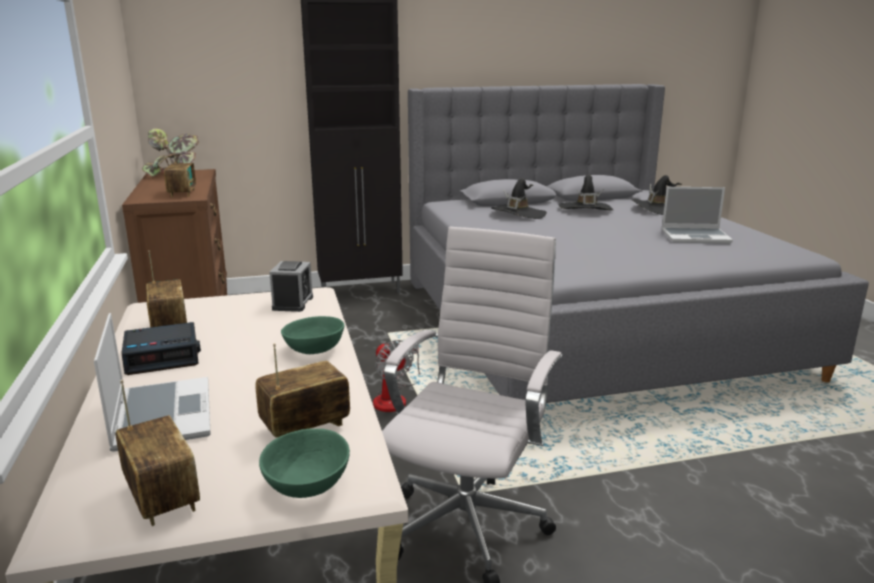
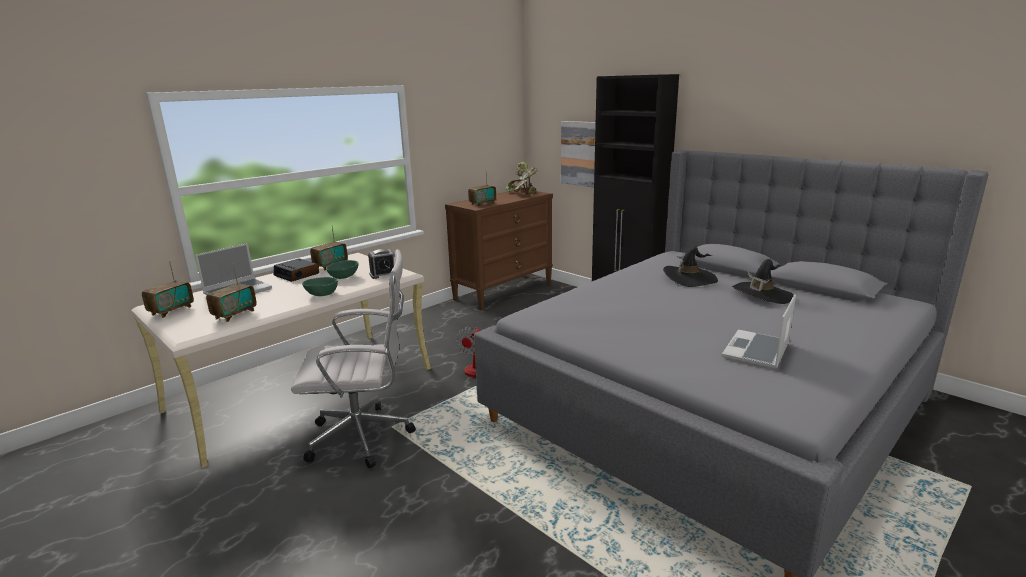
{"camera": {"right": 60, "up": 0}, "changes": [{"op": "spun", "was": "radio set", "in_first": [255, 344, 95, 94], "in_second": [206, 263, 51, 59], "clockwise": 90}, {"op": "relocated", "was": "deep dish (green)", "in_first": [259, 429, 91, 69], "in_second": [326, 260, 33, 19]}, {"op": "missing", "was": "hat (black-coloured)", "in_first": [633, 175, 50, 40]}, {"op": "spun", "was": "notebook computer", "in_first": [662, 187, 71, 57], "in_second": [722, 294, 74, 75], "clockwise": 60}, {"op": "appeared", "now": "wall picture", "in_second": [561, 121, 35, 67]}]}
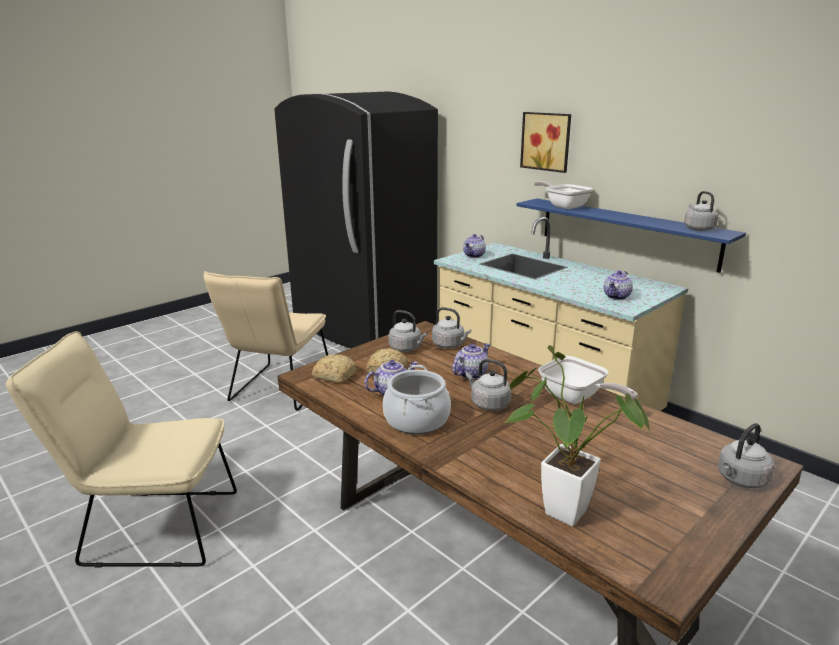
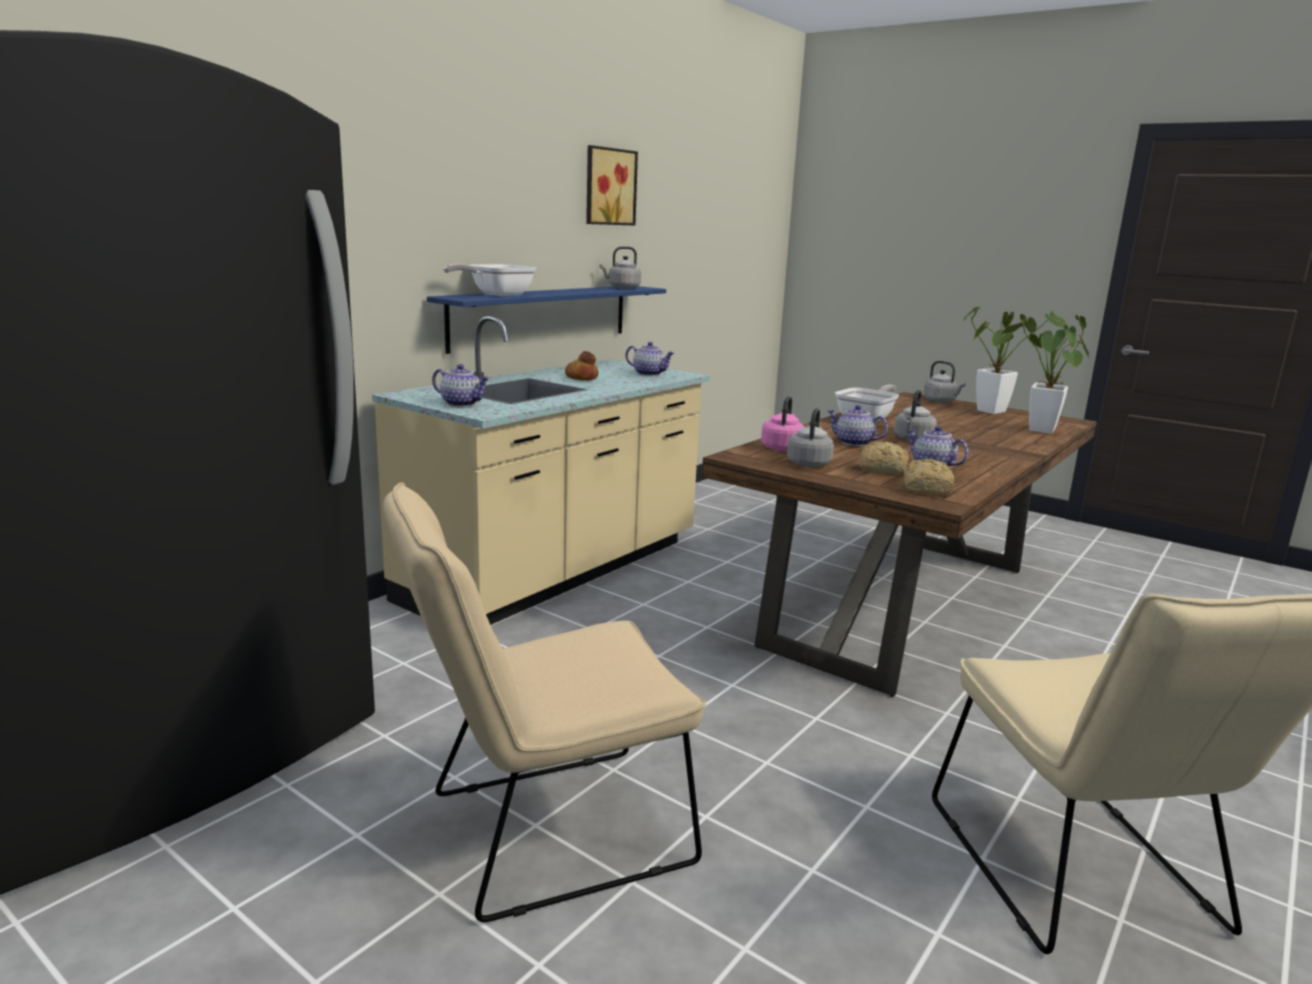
{"camera": {"right": -100, "up": -5}, "changes": [{"op": "spun", "was": "upright chair (sand-coloured)", "in_first": [203, 271, 125, 140], "in_second": [383, 482, 323, 440], "clockwise": 150}, {"op": "missing", "was": "cooking pot", "in_first": [383, 365, 68, 69]}, {"op": "colour", "was": "water kettle (gray)", "now": "water kettle (pink-coloured)", "in_first": [432, 307, 39, 41], "in_second": [761, 396, 43, 55]}, {"op": "relocated", "was": "wall picture", "in_first": [520, 112, 51, 61], "in_second": [586, 145, 52, 81]}, {"op": "appeared", "now": "bakery bread", "in_second": [565, 351, 33, 29]}, {"op": "appeared", "now": "plant in a pot", "in_second": [963, 307, 105, 107]}]}
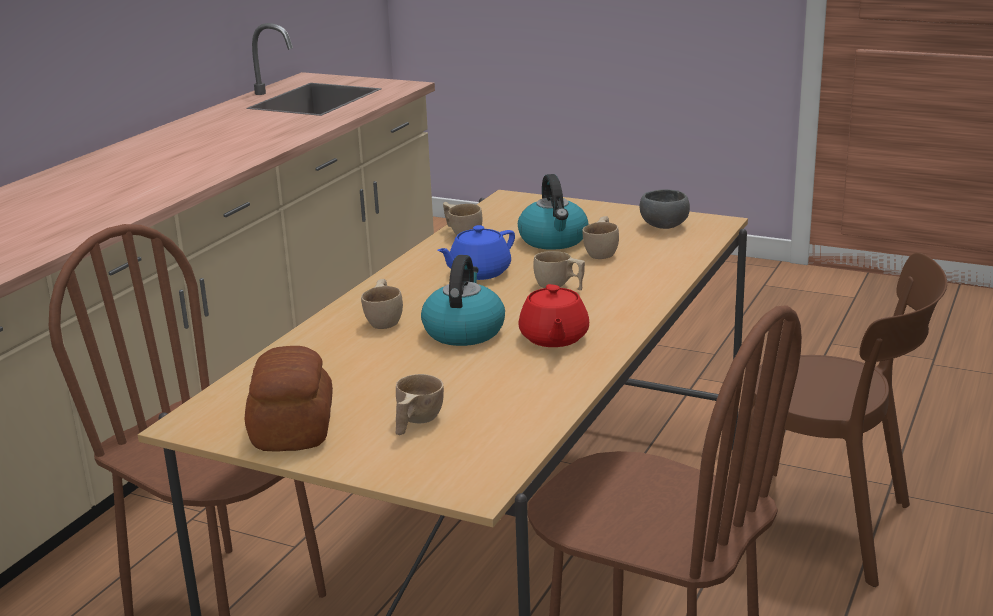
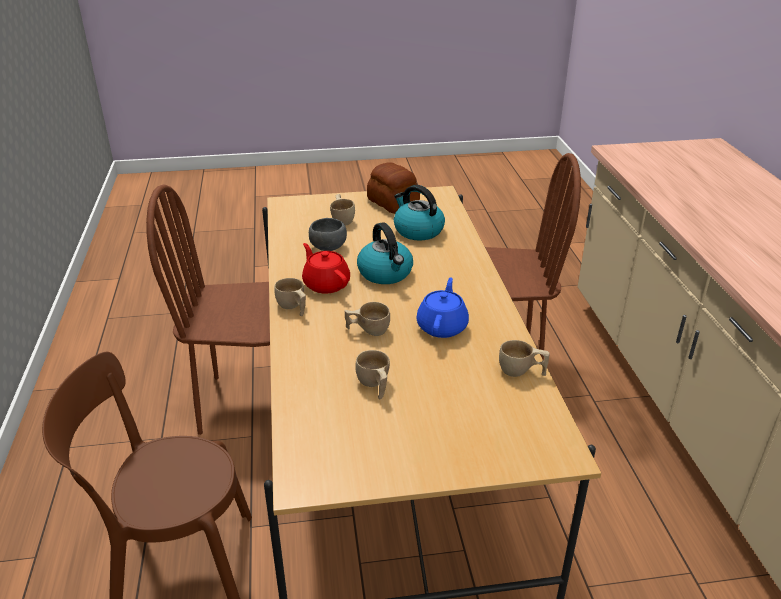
{"camera": {"right": 145, "up": 10}, "changes": [{"op": "relocated", "was": "small cup (sand-coloured)", "in_first": [361, 279, 42, 50], "in_second": [274, 278, 32, 38]}, {"op": "relocated", "was": "water kettle", "in_first": [518, 174, 71, 76], "in_second": [394, 185, 51, 56]}, {"op": "relocated", "was": "deep dish (gray)", "in_first": [640, 189, 50, 40], "in_second": [309, 218, 38, 33]}]}
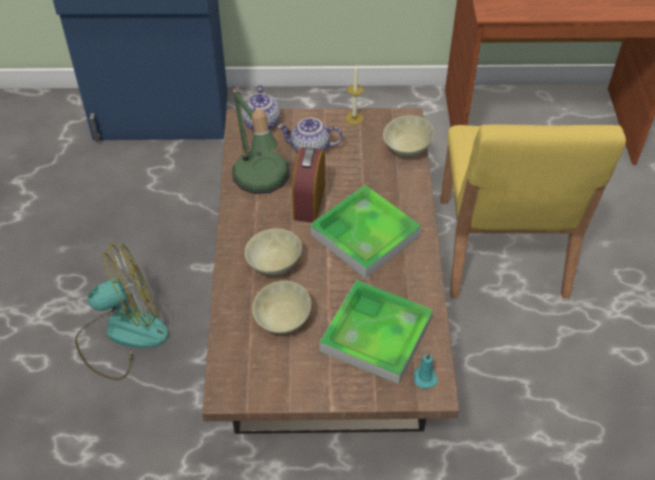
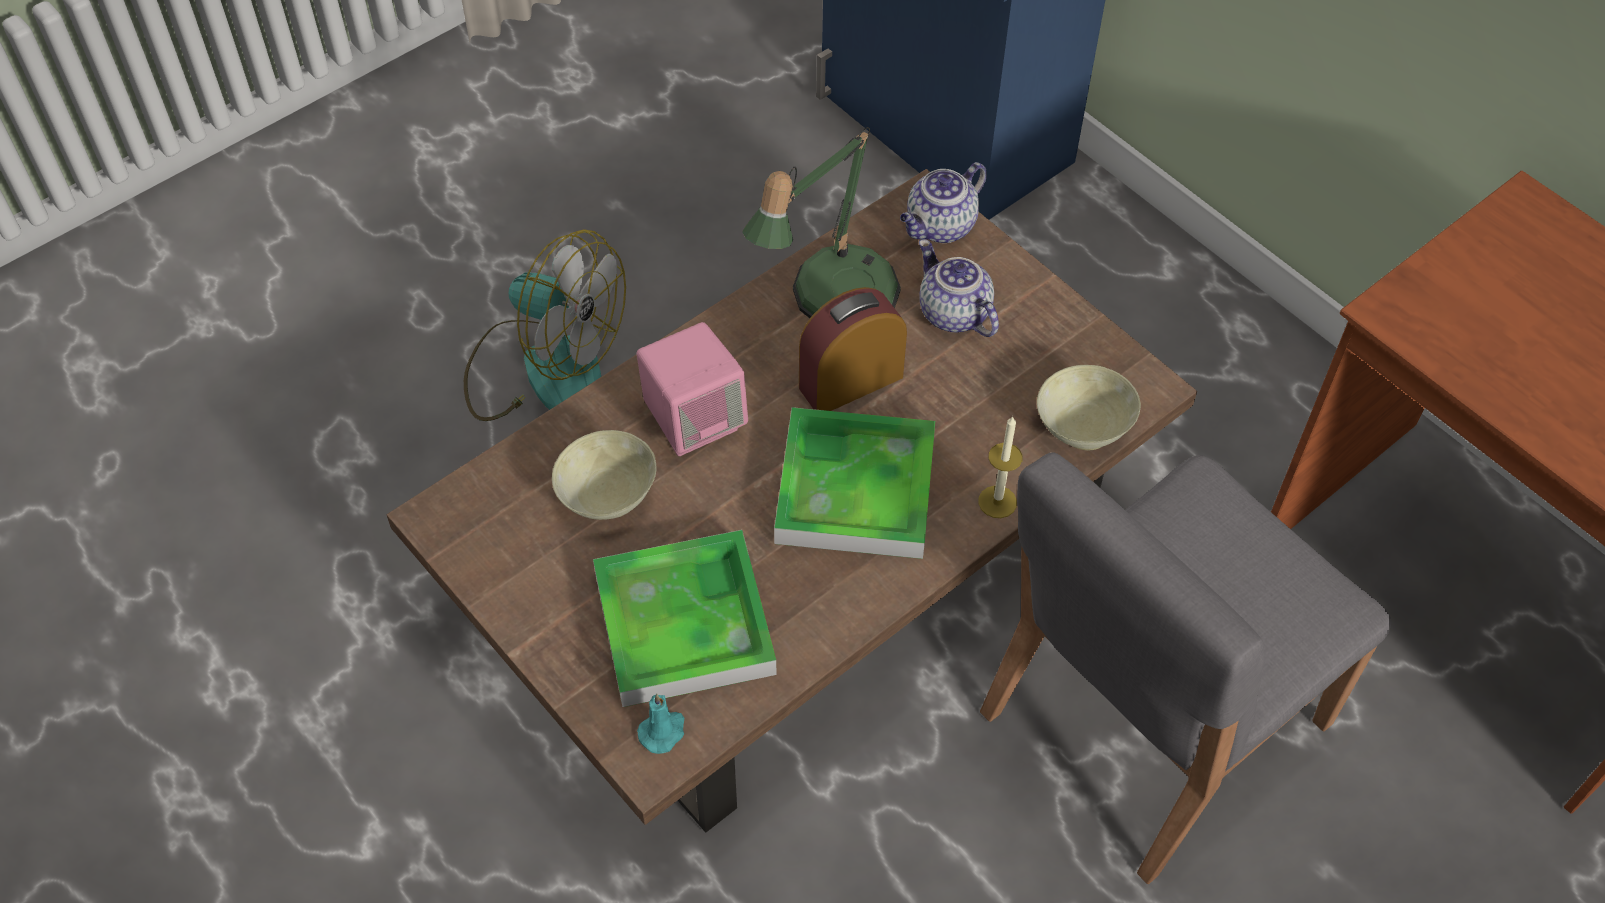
{"camera": {"right": 50, "up": 5}, "changes": [{"op": "exchanged", "was": "deep dish (sand-coloured)", "now": "audio speaker (pink-coloured)", "in_first": [245, 228, 57, 48], "in_second": [637, 322, 111, 134]}, {"op": "relocated", "was": "wax candle", "in_first": [345, 65, 19, 60], "in_second": [978, 416, 45, 102]}, {"op": "colour", "was": "upright chair (yellowish)", "now": "upright chair (gray)", "in_first": [441, 124, 185, 175], "in_second": [980, 452, 411, 432]}]}
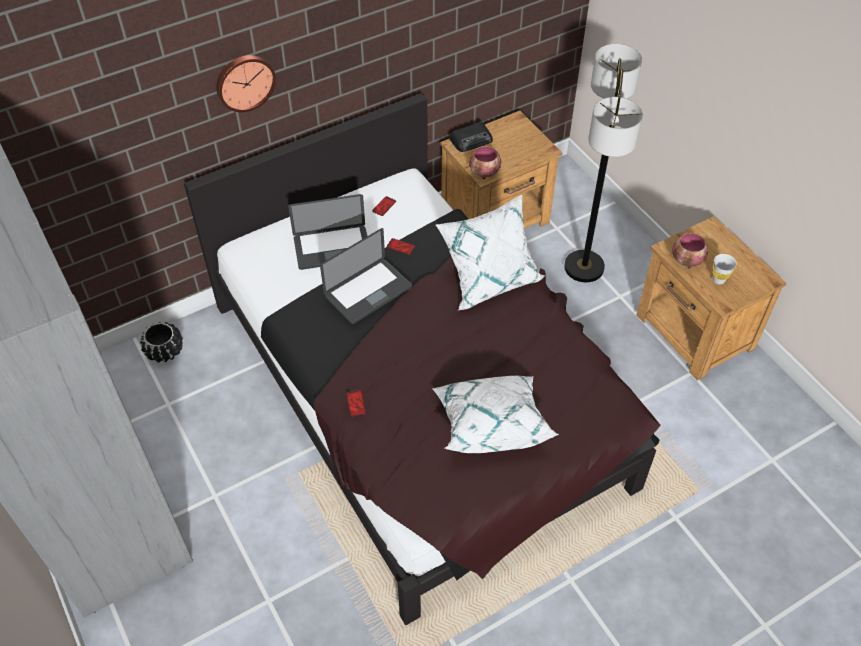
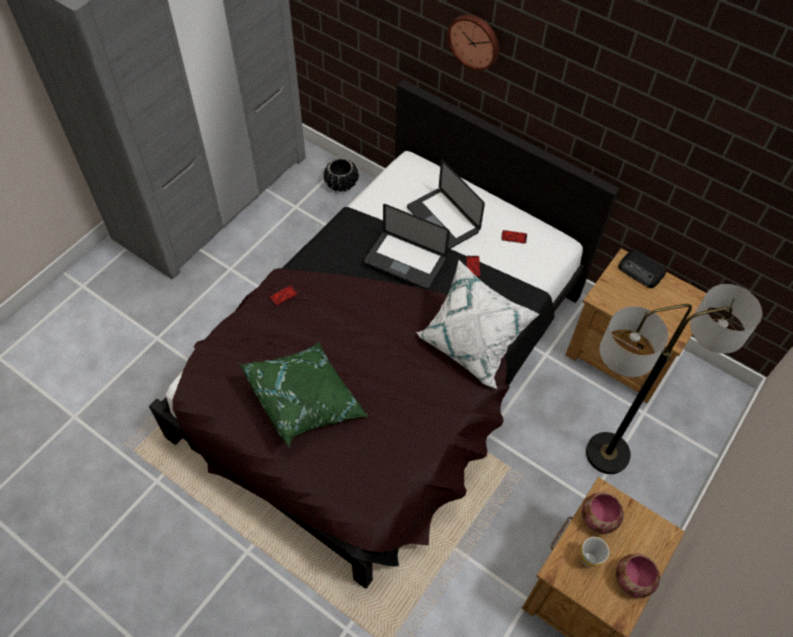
{"camera": {"right": 65, "up": 5}, "changes": [{"op": "colour", "was": "throw pillow (white)", "now": "throw pillow (green)", "in_first": [432, 376, 127, 77], "in_second": [239, 342, 129, 106]}, {"op": "relocated", "was": "deep dish", "in_first": [469, 146, 32, 33], "in_second": [616, 554, 44, 44]}]}
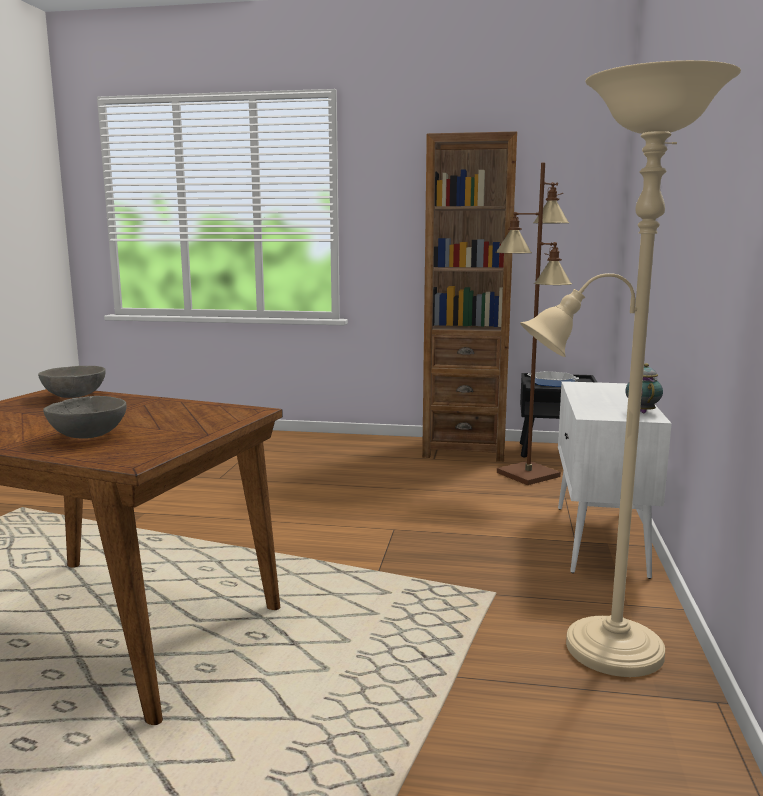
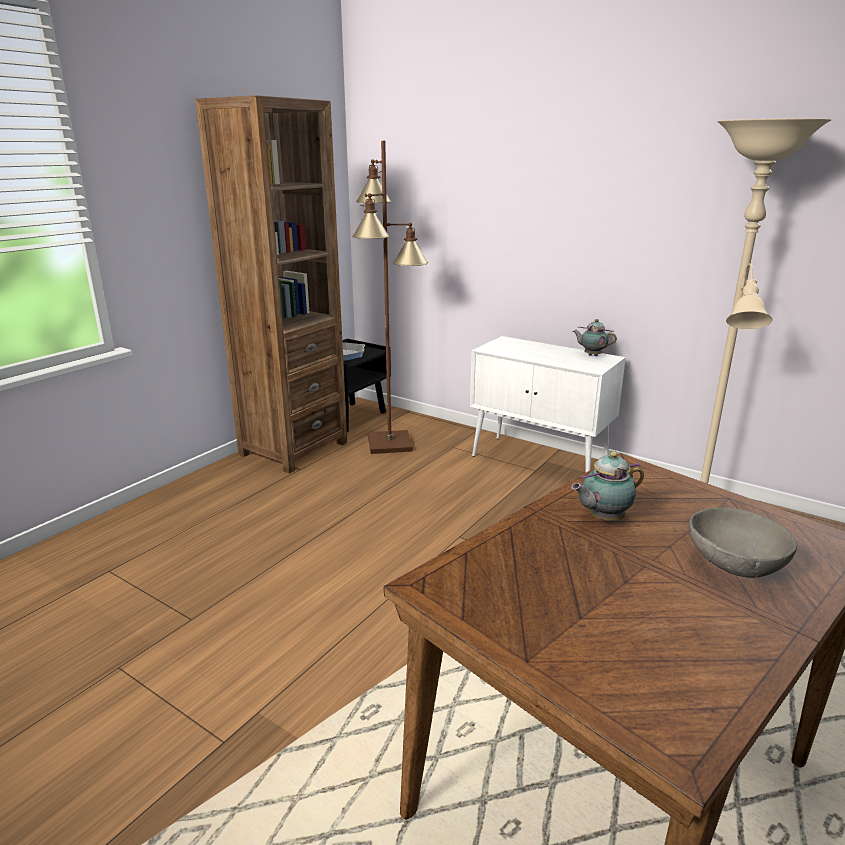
{"camera": {"right": -65, "up": 10}, "changes": [{"op": "missing", "was": "deep dish (gray)", "in_first": [38, 366, 68, 32]}, {"op": "appeared", "now": "pot for tea", "in_second": [571, 451, 73, 70]}]}
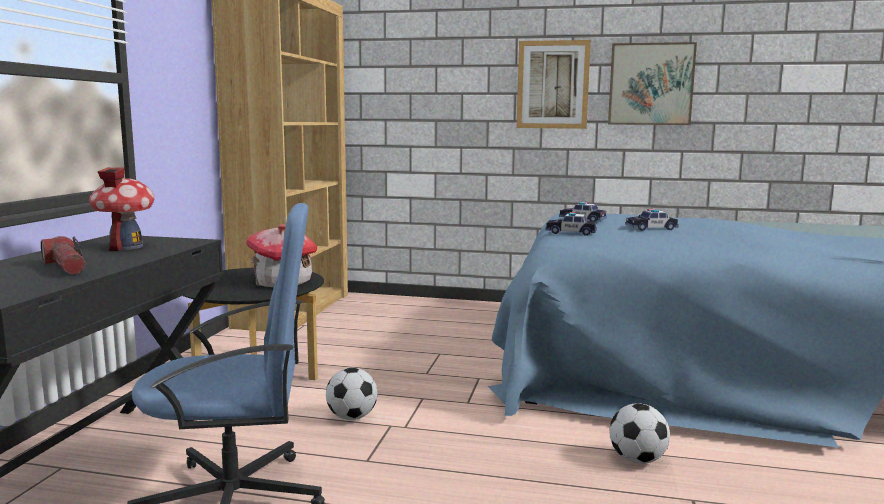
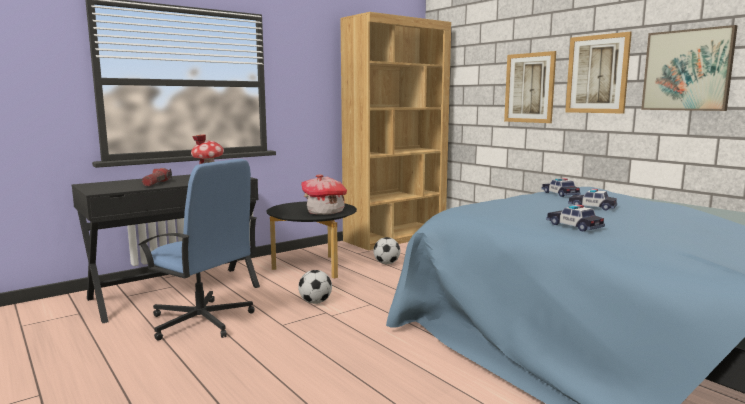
{"camera": {"right": 40, "up": 0}, "changes": [{"op": "relocated", "was": "model car", "in_first": [545, 212, 52, 24], "in_second": [546, 205, 59, 26]}, {"op": "relocated", "was": "football", "in_first": [609, 403, 61, 61], "in_second": [373, 237, 27, 27]}, {"op": "appeared", "now": "wall picture", "in_second": [504, 51, 52, 72]}]}
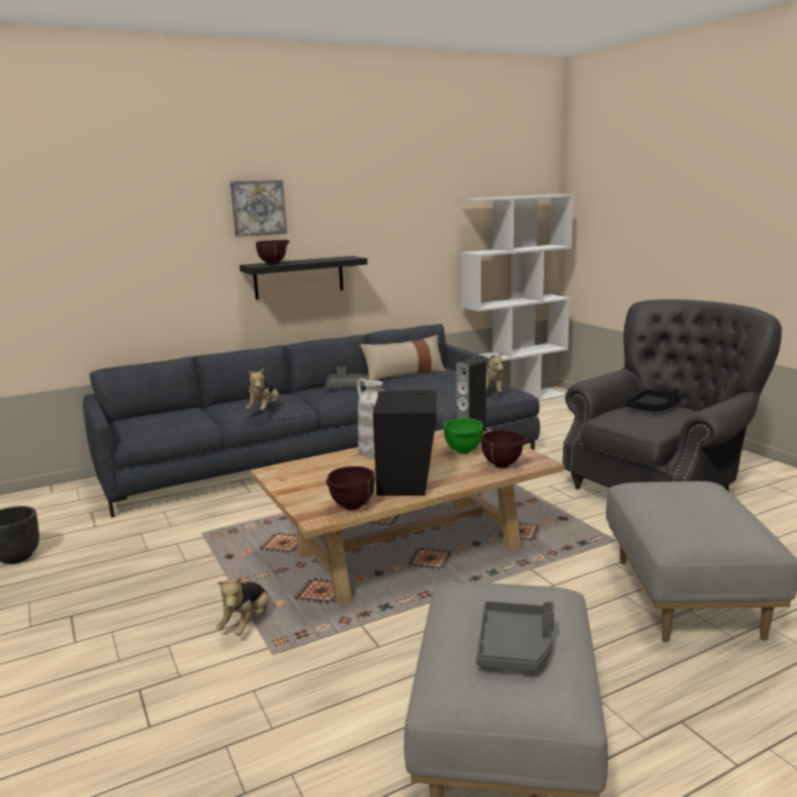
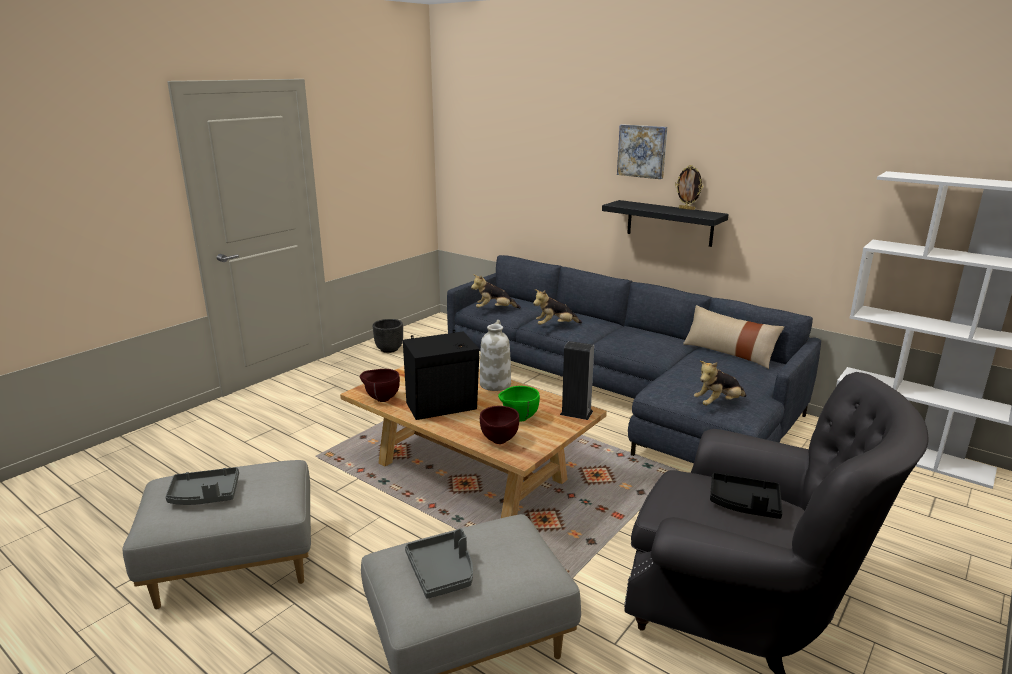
{"camera": {"right": 65, "up": 5}, "changes": [{"op": "relocated", "was": "cuddly toy", "in_first": [216, 575, 53, 61], "in_second": [471, 274, 50, 34]}, {"op": "missing", "was": "deep dish (brown)", "in_first": [256, 240, 33, 25]}, {"op": "relocated", "was": "serving tray (gray)", "in_first": [326, 367, 43, 21], "in_second": [405, 528, 68, 71]}, {"op": "appeared", "now": "photo frame", "in_second": [675, 165, 28, 45]}]}
